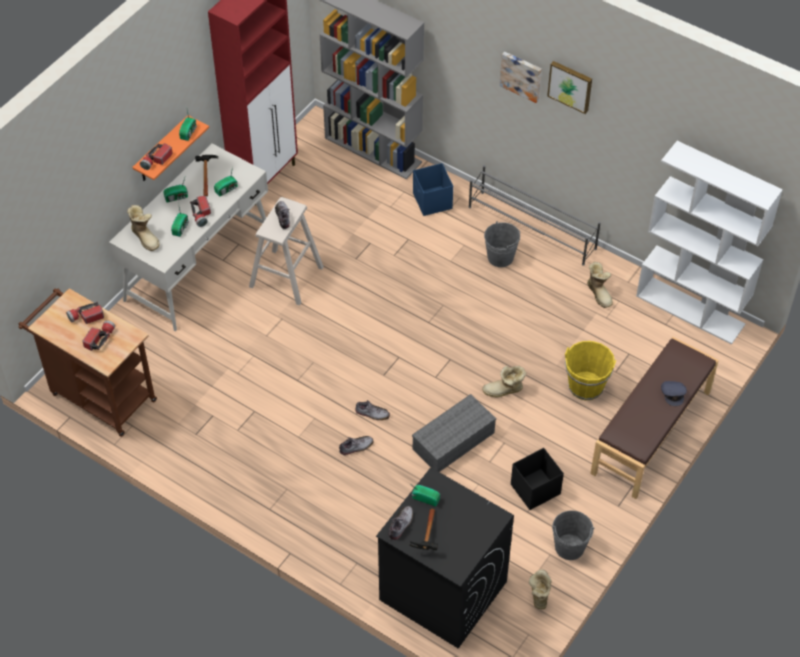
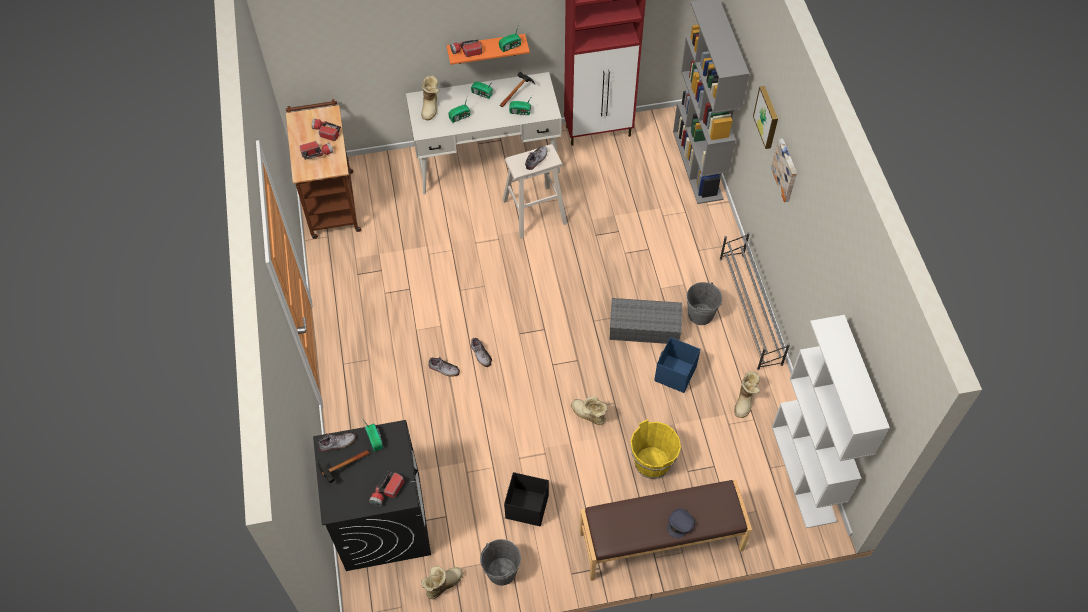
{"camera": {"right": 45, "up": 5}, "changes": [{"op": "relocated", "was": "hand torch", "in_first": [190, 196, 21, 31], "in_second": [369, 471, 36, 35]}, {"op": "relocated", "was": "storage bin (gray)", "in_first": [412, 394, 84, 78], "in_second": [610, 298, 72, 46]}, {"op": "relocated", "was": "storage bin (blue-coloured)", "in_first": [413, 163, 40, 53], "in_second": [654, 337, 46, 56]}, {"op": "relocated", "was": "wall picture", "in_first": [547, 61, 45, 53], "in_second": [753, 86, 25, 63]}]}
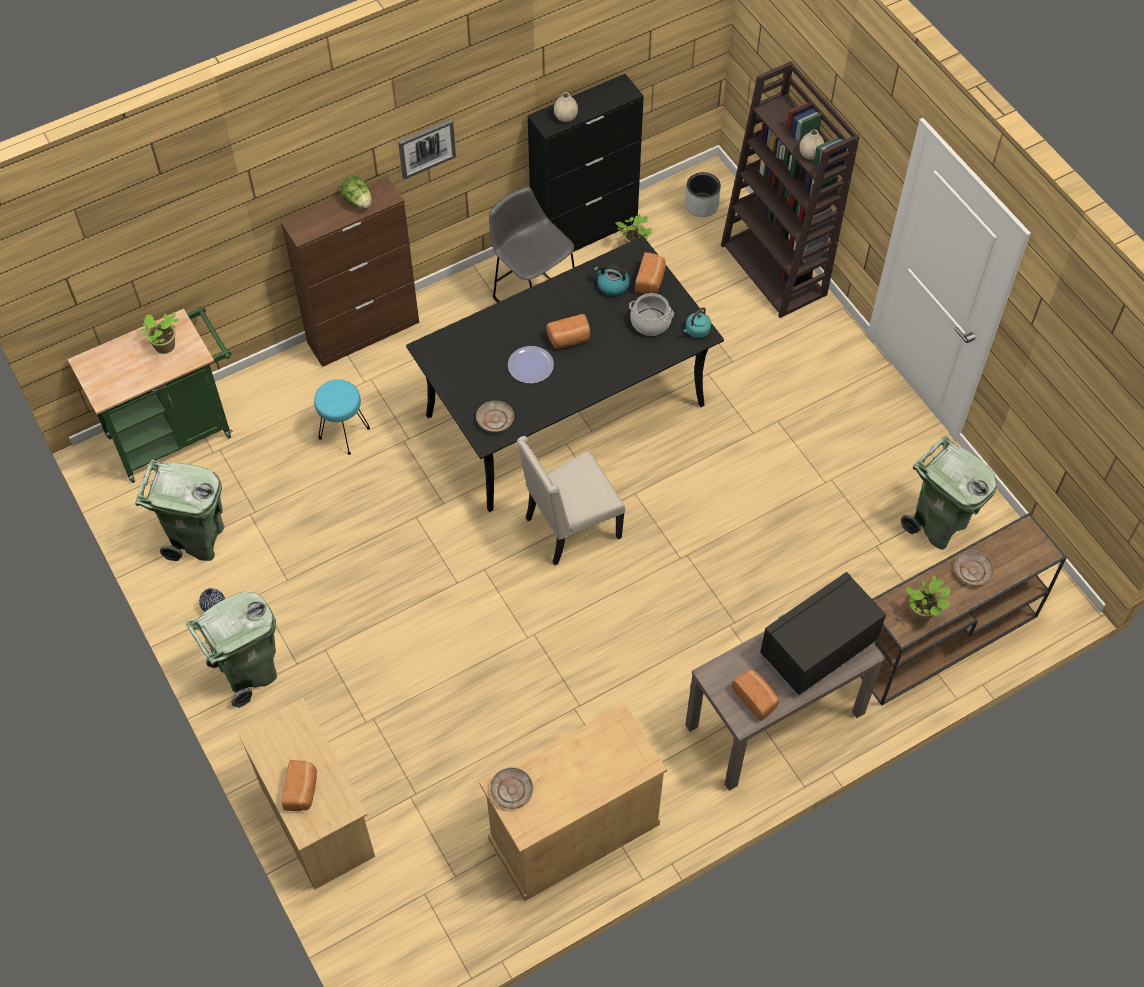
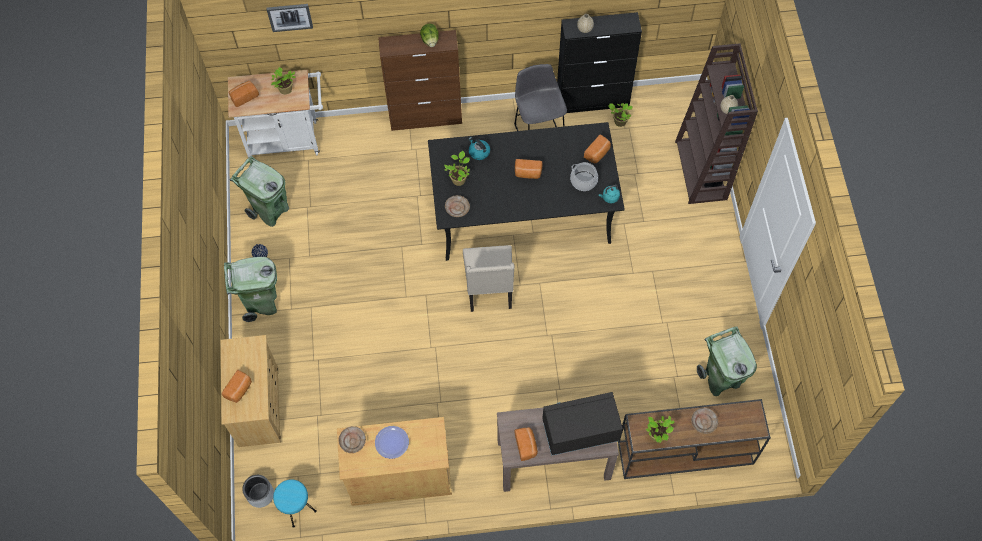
{"camera": {"right": 25, "up": 5}, "changes": [{"op": "colour", "was": "trolley (green)", "now": "trolley (white)", "in_first": [67, 307, 166, 176], "in_second": [228, 70, 95, 88]}, {"op": "relocated", "was": "stool (turquoise)", "in_first": [314, 380, 56, 75], "in_second": [273, 479, 44, 49]}, {"op": "relocated", "was": "wall picture", "in_first": [398, 119, 58, 60], "in_second": [267, 4, 46, 28]}, {"op": "relocated", "was": "dinner plate", "in_first": [508, 346, 46, 38], "in_second": [375, 426, 34, 33]}, {"op": "spun", "was": "upright chair (sand-coloured)", "in_first": [517, 436, 108, 129], "in_second": [463, 245, 52, 67], "clockwise": -90}, {"op": "relocated", "was": "water kettle", "in_first": [594, 264, 36, 32], "in_second": [469, 137, 21, 23]}, {"op": "relocated", "was": "planter (gray)", "in_first": [685, 172, 36, 45], "in_second": [242, 475, 32, 33]}, {"op": "appeared", "now": "bakery bread", "in_second": [229, 81, 30, 26]}, {"op": "appeared", "now": "plant in a pot", "in_second": [444, 151, 26, 35]}]}
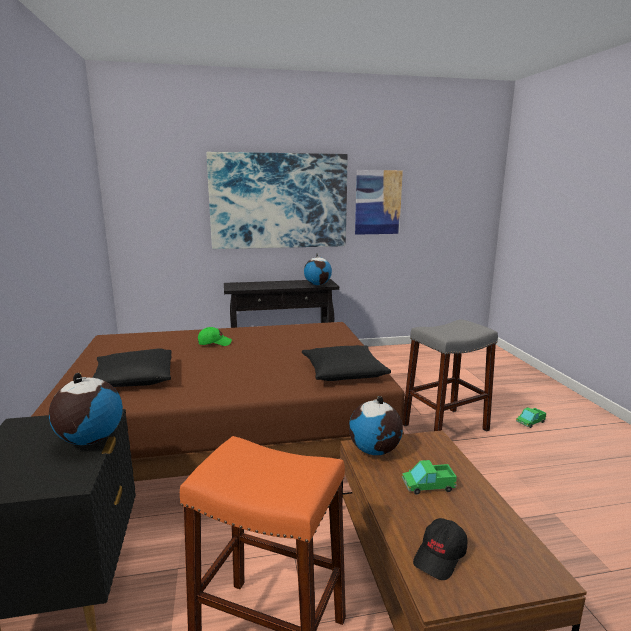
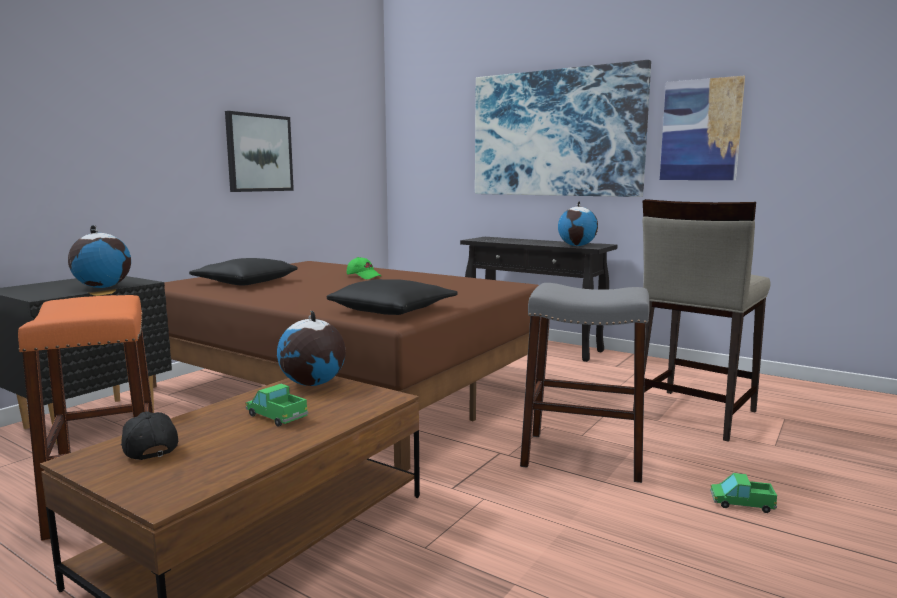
{"camera": {"right": 45, "up": -5}, "changes": [{"op": "spun", "was": "peaked cap (black-coloured)", "in_first": [413, 518, 54, 62], "in_second": [121, 411, 57, 49], "clockwise": 60}, {"op": "appeared", "now": "wall picture", "in_second": [225, 111, 69, 81]}, {"op": "appeared", "now": "stool (sand-coloured)", "in_second": [633, 199, 138, 243]}]}
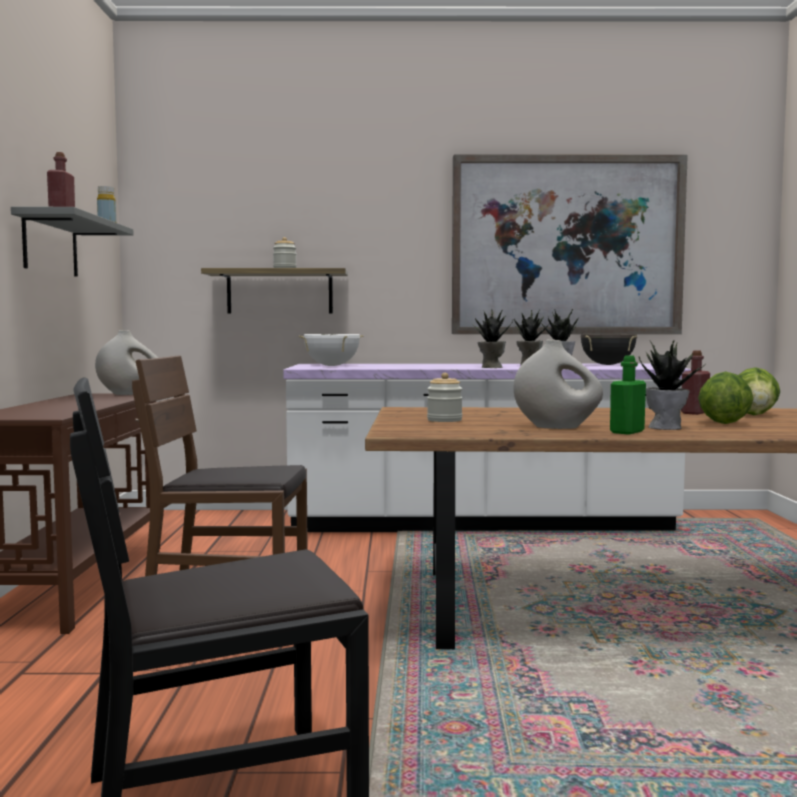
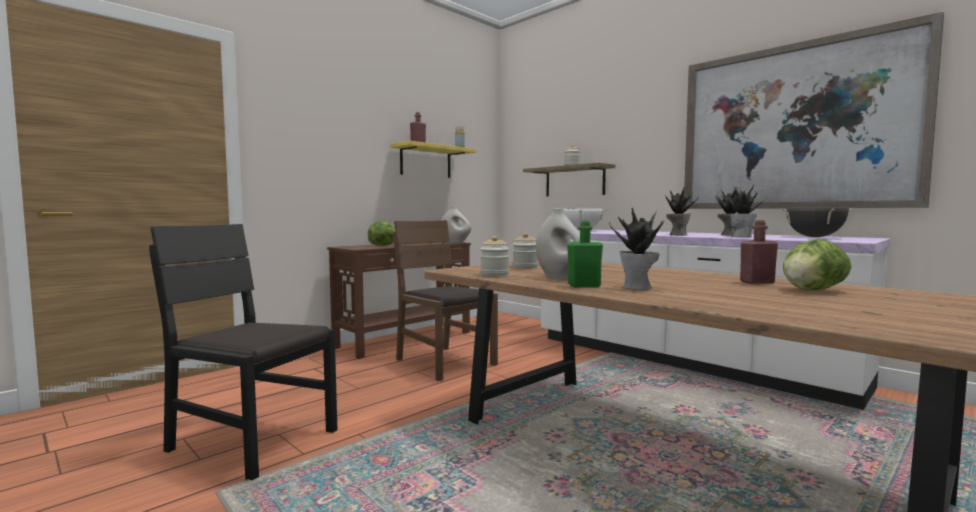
{"camera": {"right": 45, "up": 0}, "changes": [{"op": "colour", "was": "bracket shelf (gray)", "now": "bracket shelf (yellowish)", "in_first": [11, 207, 122, 70], "in_second": [391, 141, 86, 37]}, {"op": "relocated", "was": "lettuce head", "in_first": [698, 372, 55, 52], "in_second": [368, 221, 27, 25]}, {"op": "appeared", "now": "storage jar", "in_second": [480, 236, 29, 40]}]}
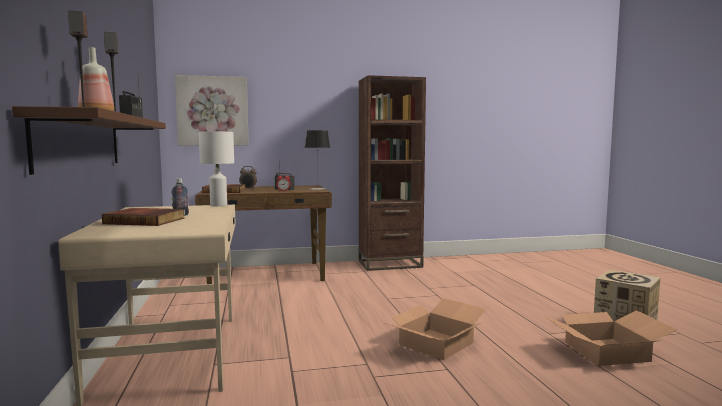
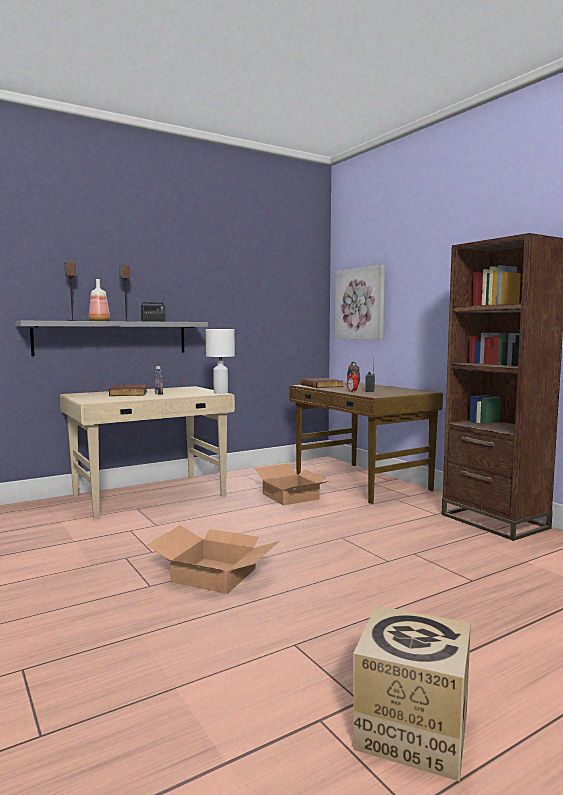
{"camera": {"right": 70, "up": 0}, "changes": [{"op": "colour", "was": "bracket shelf (brown)", "now": "bracket shelf (gray)", "in_first": [12, 106, 154, 69], "in_second": [15, 321, 193, 35]}, {"op": "missing", "was": "table lamp", "in_first": [305, 130, 25, 60]}, {"op": "relocated", "was": "packing box", "in_first": [546, 310, 131, 56], "in_second": [255, 463, 74, 43]}]}
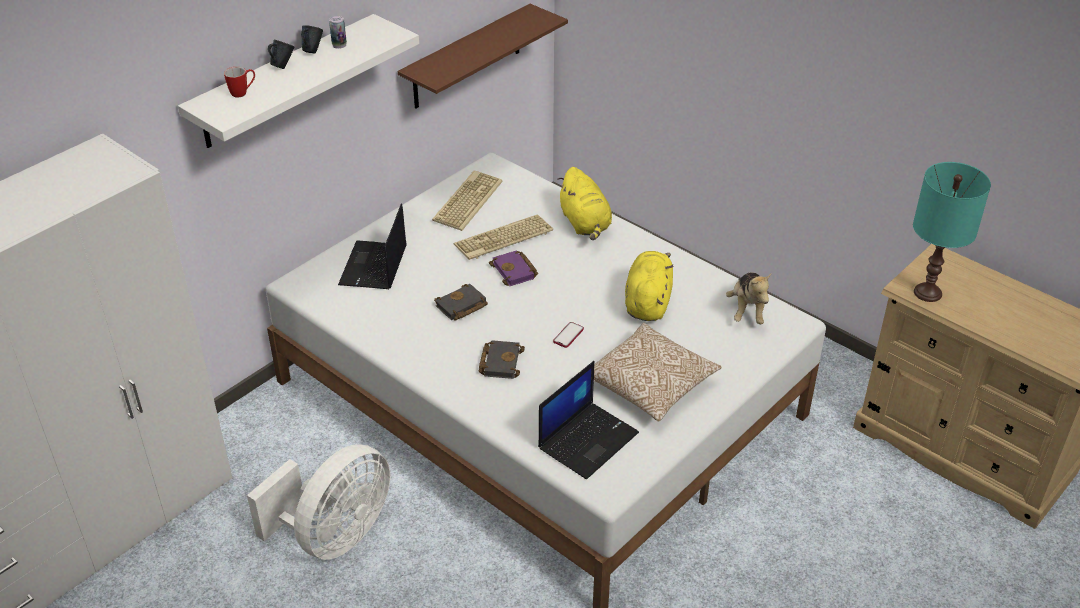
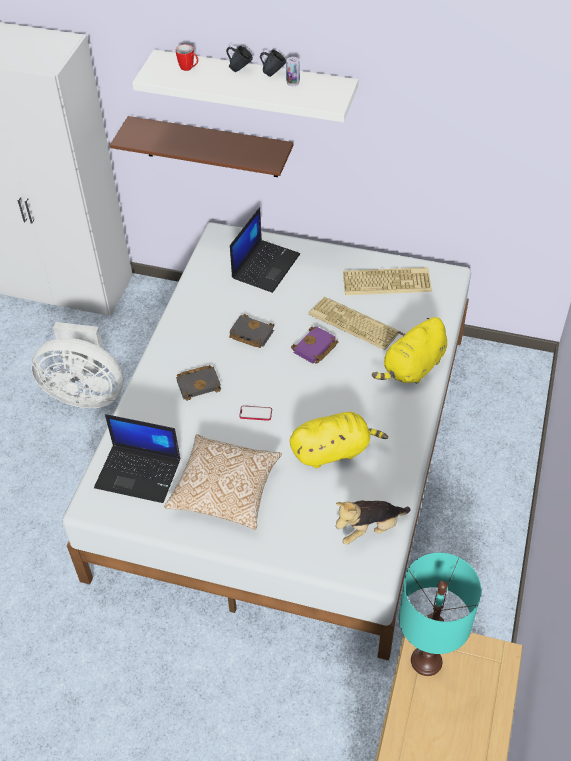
{"camera": {"right": 65, "up": 10}, "changes": [{"op": "spun", "was": "notebook computer", "in_first": [338, 204, 69, 85], "in_second": [230, 207, 70, 86], "clockwise": 135}, {"op": "relocated", "was": "bracket shelf (brown)", "in_first": [398, 4, 170, 105], "in_second": [110, 116, 184, 61]}]}
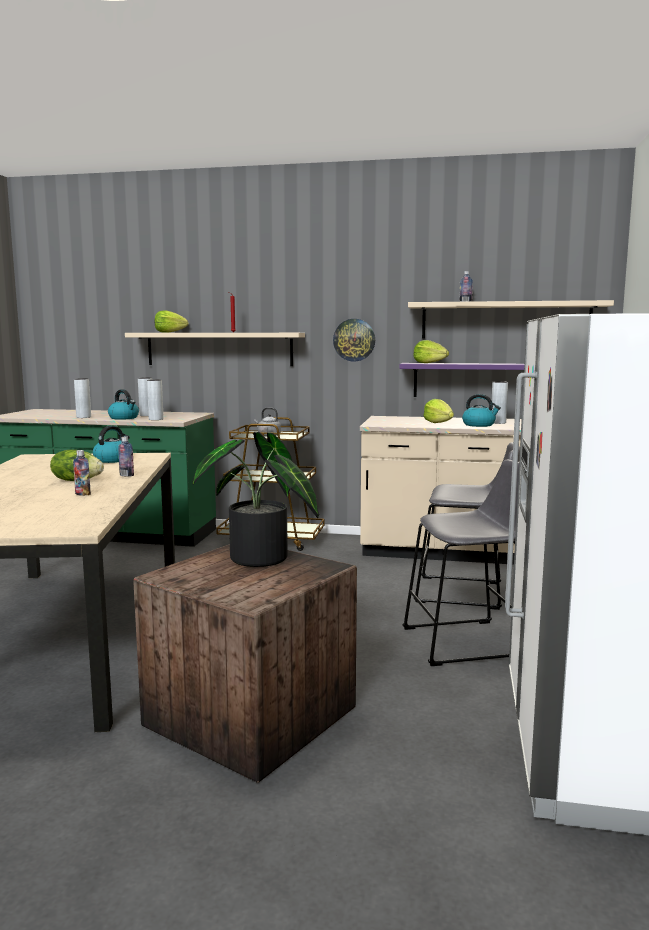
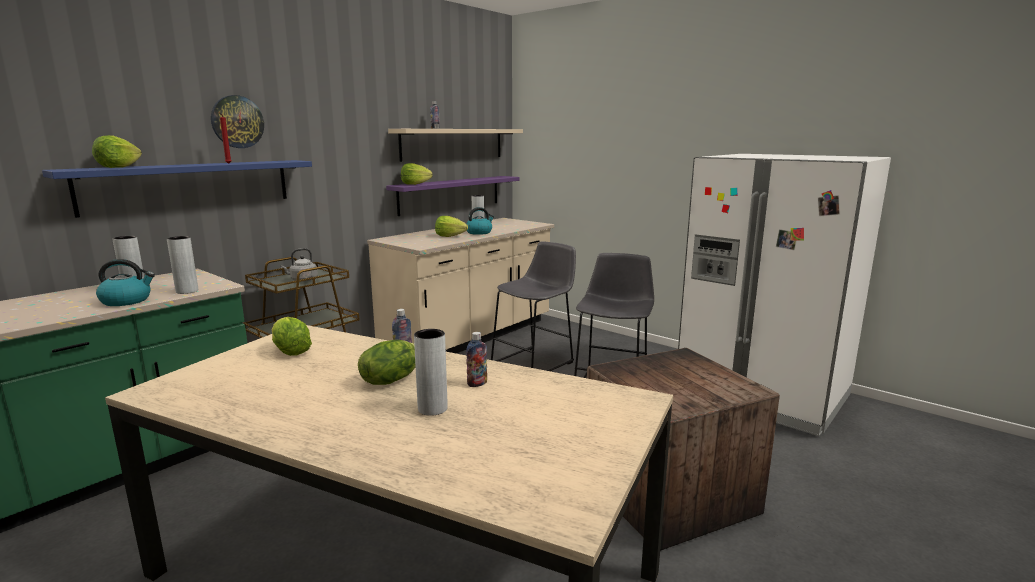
{"camera": {"right": -60, "up": 5}, "changes": [{"op": "relocated", "was": "decorative vase (gray)", "in_first": [74, 378, 17, 40], "in_second": [414, 329, 34, 87]}, {"op": "exchanged", "was": "water kettle", "now": "lettuce head", "in_first": [93, 426, 37, 37], "in_second": [272, 317, 40, 39]}, {"op": "colour", "was": "bracket shelf (sand-coloured)", "now": "bracket shelf (blue-coloured)", "in_first": [125, 333, 180, 33], "in_second": [42, 160, 270, 58]}, {"op": "missing", "was": "plant in a pot", "in_first": [192, 432, 127, 135]}, {"op": "relocated", "was": "clock on the wall", "in_first": [333, 319, 42, 43], "in_second": [211, 95, 53, 53]}]}
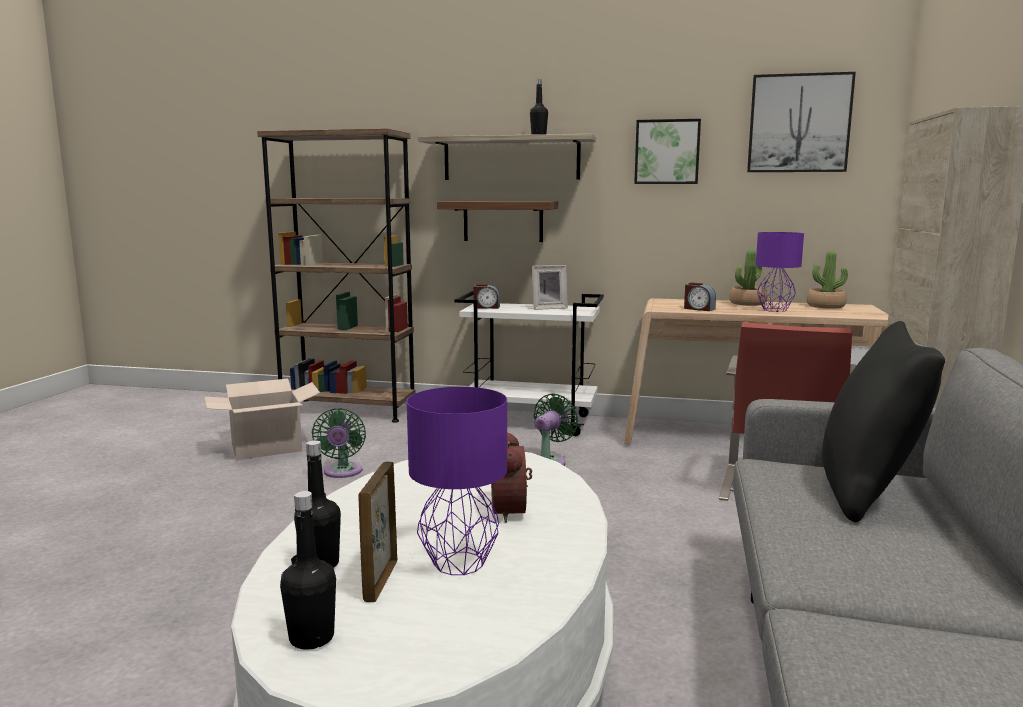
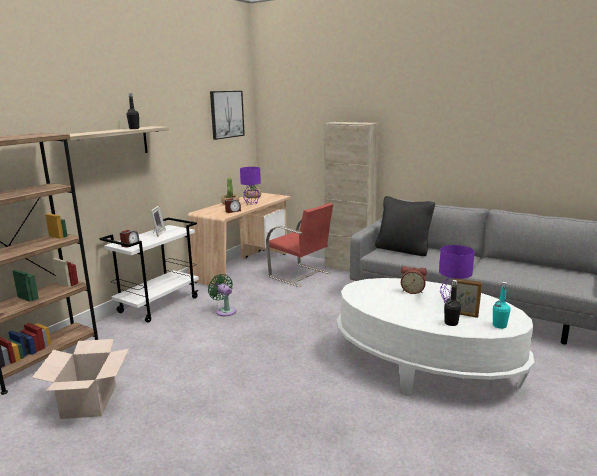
{"camera": {"right": -70, "up": 5}, "changes": [{"op": "colour", "was": "beverage bottle (black-coloured)", "now": "beverage bottle (turquoise)", "in_first": [280, 491, 56, 159], "in_second": [493, 282, 18, 47]}, {"op": "missing", "was": "electric fan (green)", "in_first": [312, 408, 54, 70]}, {"op": "missing", "was": "bracket shelf", "in_first": [437, 201, 121, 41]}, {"op": "missing", "was": "wall picture", "in_first": [634, 119, 67, 65]}]}
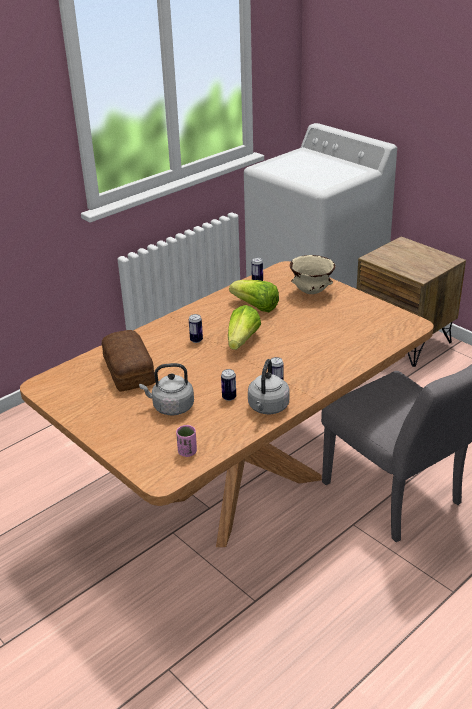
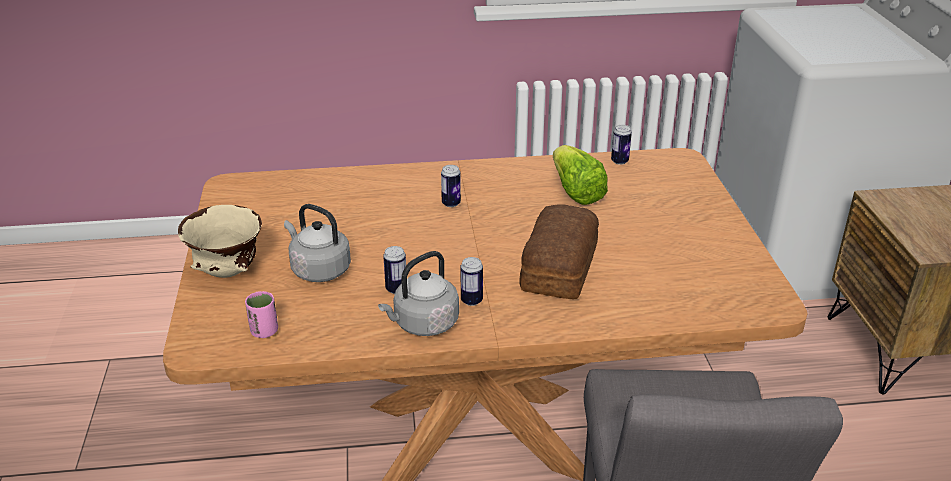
{"camera": {"right": 35, "up": 0}, "changes": [{"op": "relocated", "was": "bakery bread", "in_first": [102, 330, 53, 62], "in_second": [519, 205, 80, 94]}, {"op": "missing", "was": "lettuce head", "in_first": [228, 305, 33, 45]}, {"op": "relocated", "was": "deep dish (sand-coloured)", "in_first": [290, 255, 45, 39], "in_second": [178, 205, 84, 73]}]}
